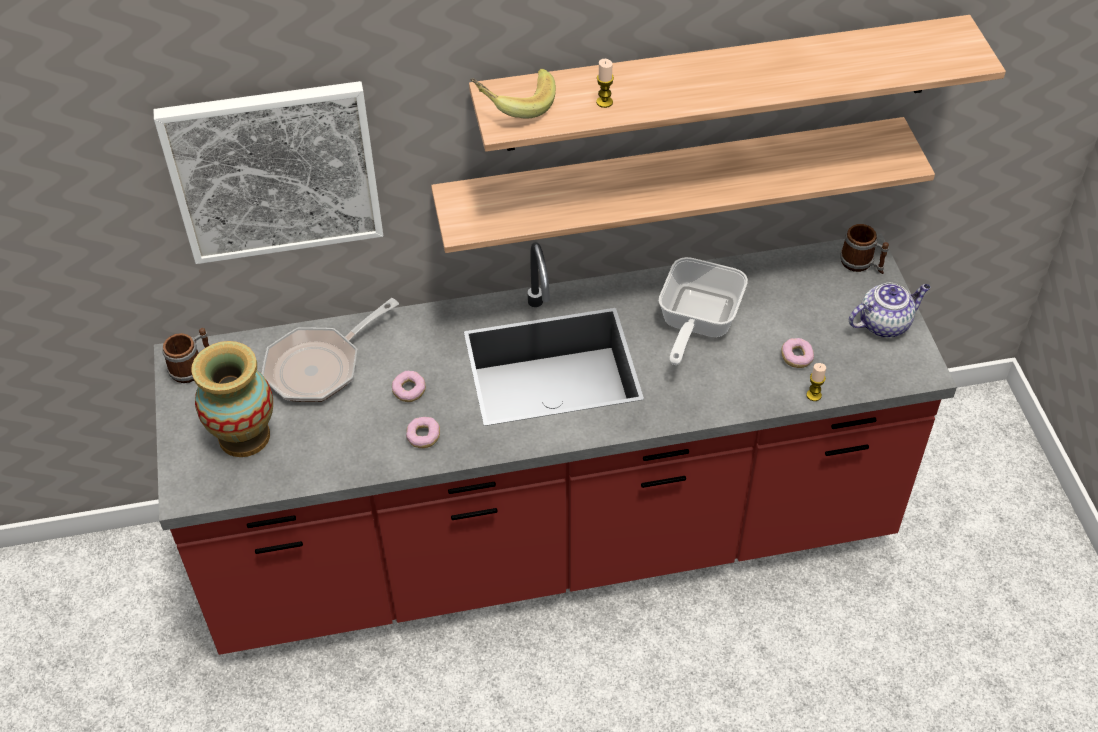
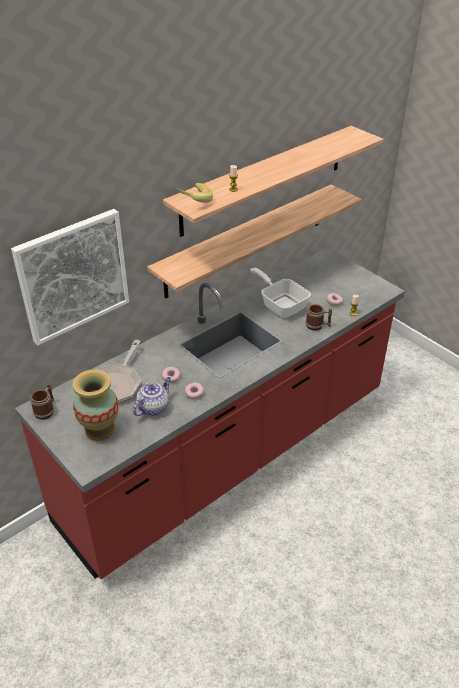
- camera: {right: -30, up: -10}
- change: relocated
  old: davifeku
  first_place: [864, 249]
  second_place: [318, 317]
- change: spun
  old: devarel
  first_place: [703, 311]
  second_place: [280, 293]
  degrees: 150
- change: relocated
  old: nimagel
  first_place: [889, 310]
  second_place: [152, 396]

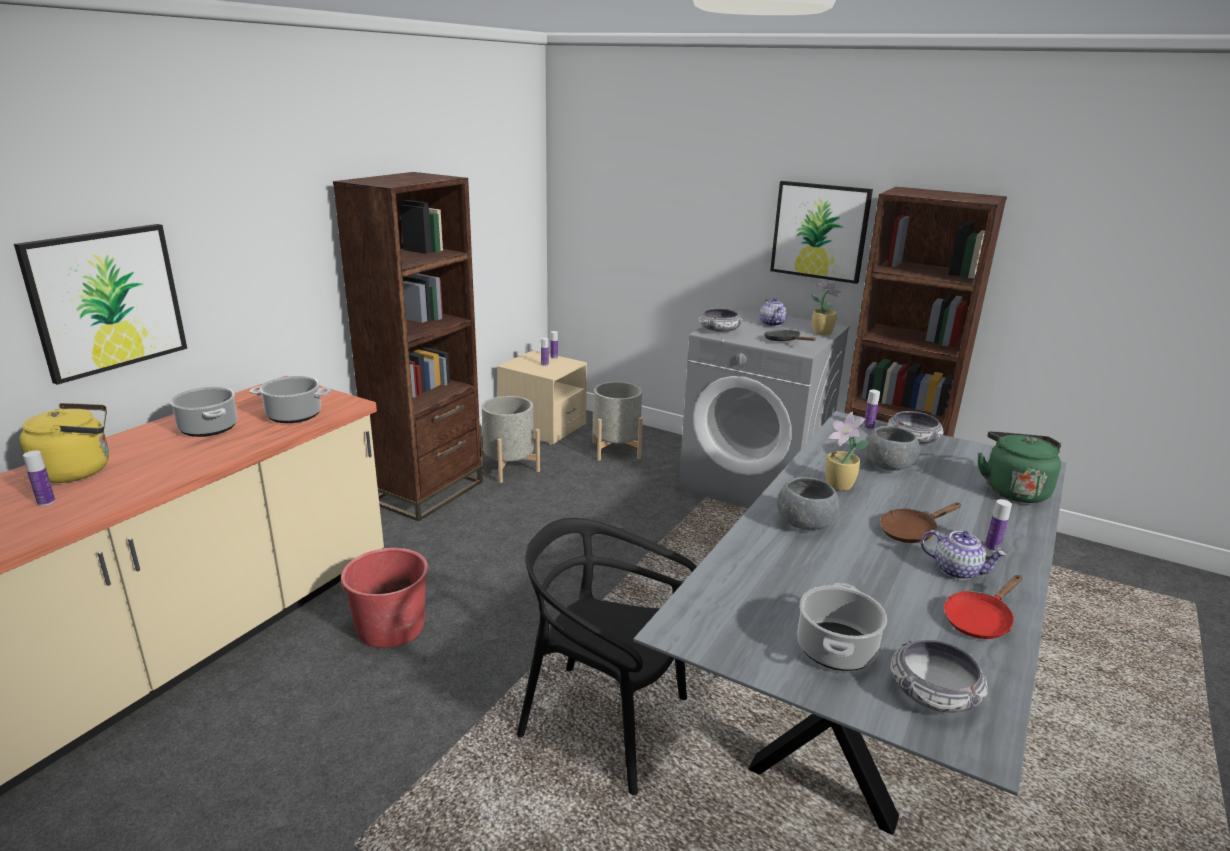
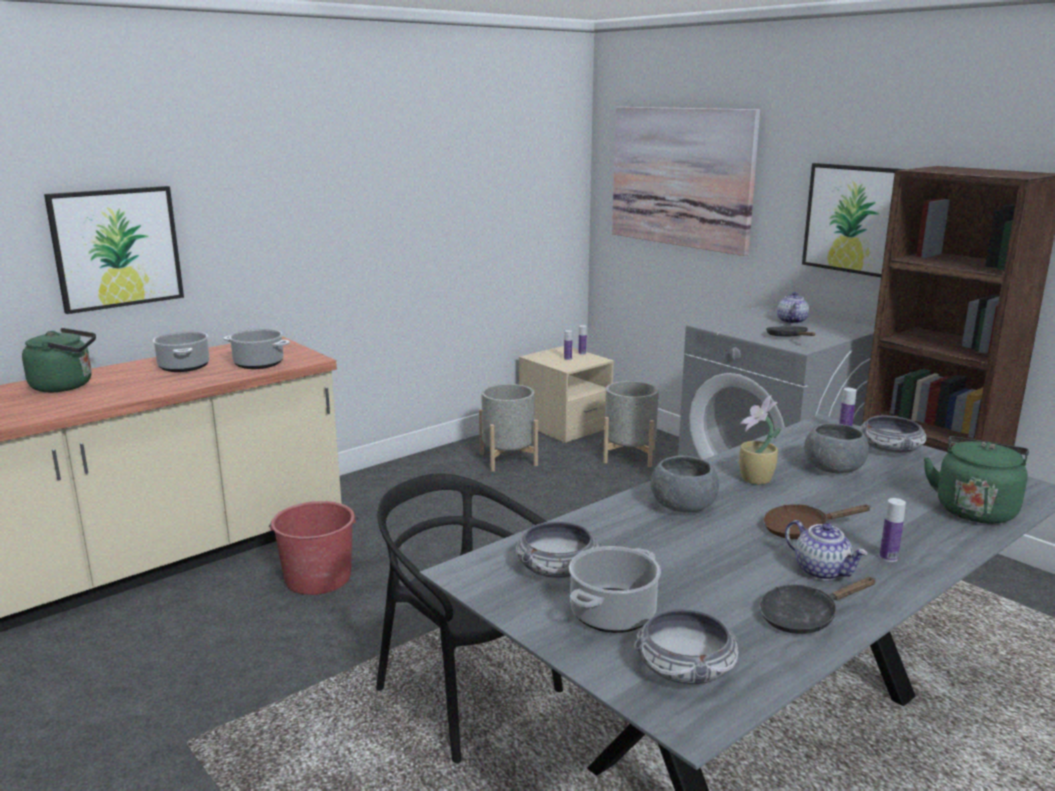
- camera: {right: 20, up: -5}
- change: missing
  old: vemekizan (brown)
  first_place: [408, 346]
- change: missing
  old: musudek
  first_place: [826, 307]
- change: relocated
  old: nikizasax
  first_place: [720, 320]
  second_place: [557, 550]
- change: colour
  old: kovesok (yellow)
  new: kovesok (green)
  first_place: [64, 443]
  second_place: [59, 360]
- change: missing
  old: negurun
  first_place: [39, 478]
- change: colour
  old: devarel (red)
  new: devarel (black)
  first_place: [983, 607]
  second_place: [817, 605]
- change: appeared
  new: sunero
  second_place: [686, 181]

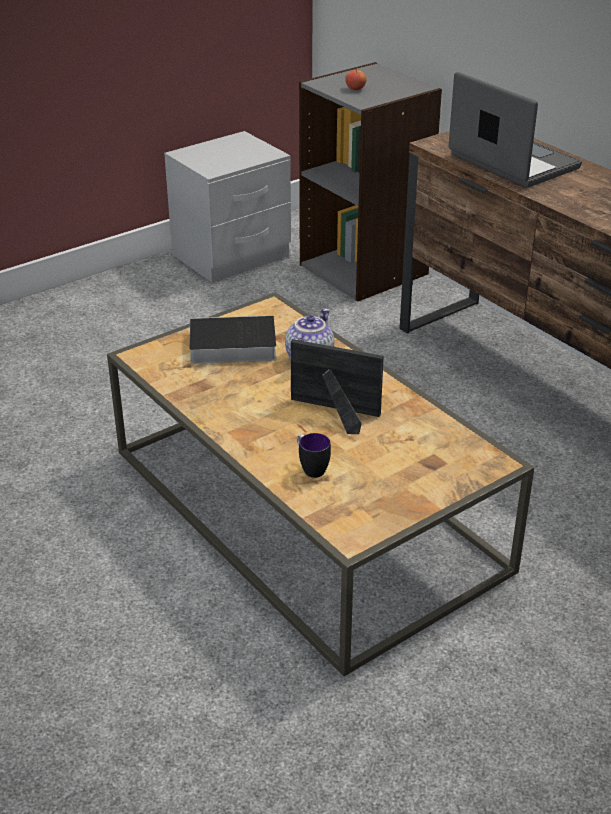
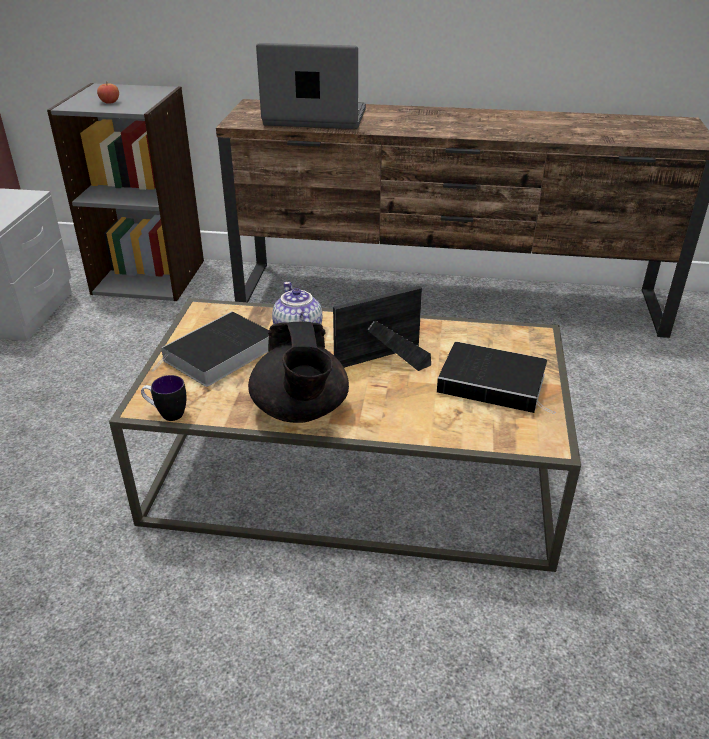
- camera: {right: -45, up: 0}
- change: relocated
  old: davifeku
  first_place: [314, 455]
  second_place: [163, 398]
- change: appeared
  new: nimagel (black)
  second_place: [298, 372]
- change: appeared
  new: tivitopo
  second_place: [496, 378]

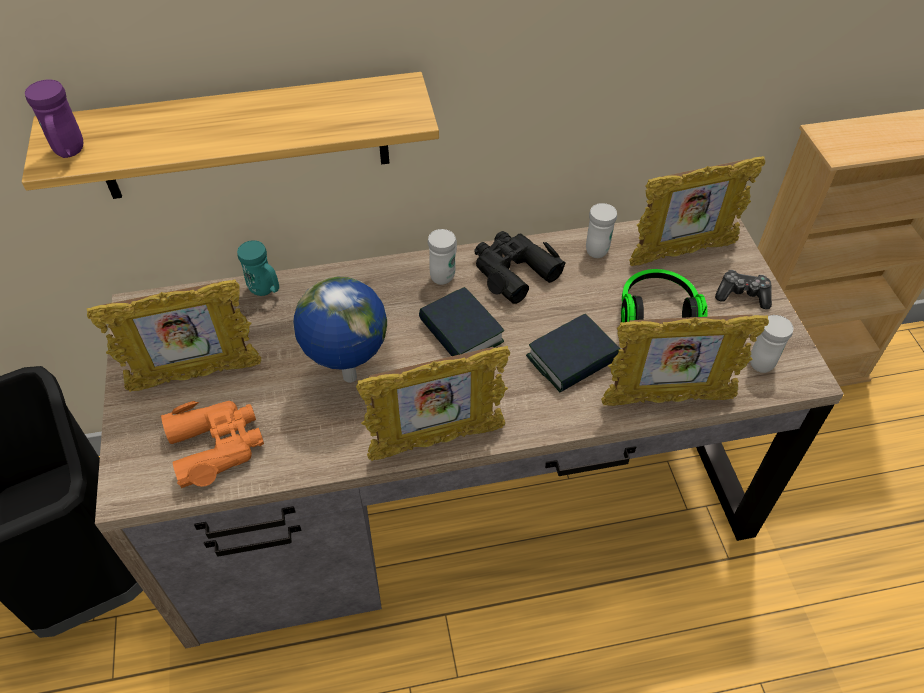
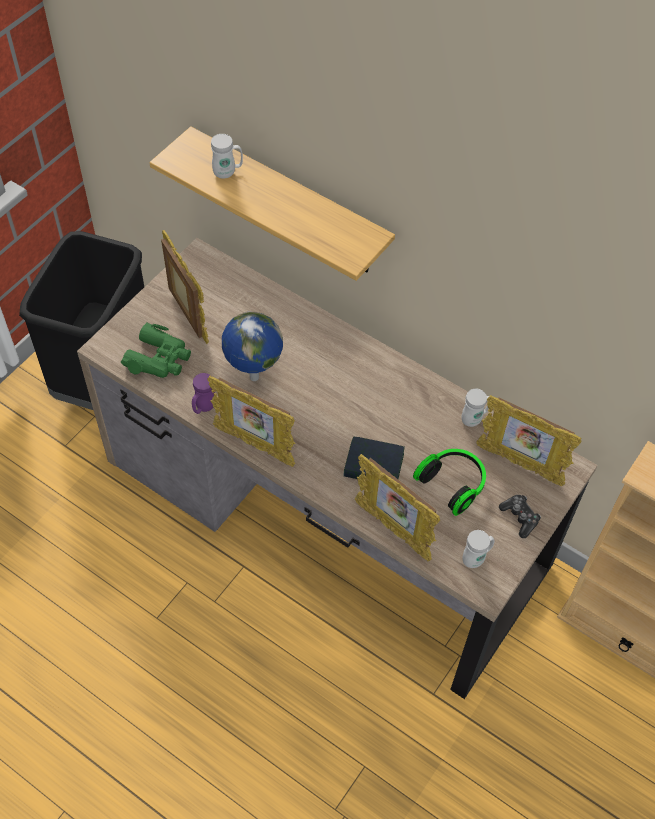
- camera: {right: 45, up: 5}
- change: relocated
  old: davifeku (purple)
  first_place: [54, 119]
  second_place: [203, 393]
- change: relocated
  old: davifeku (white)
  first_place: [442, 257]
  second_place: [227, 156]
- change: missing
  old: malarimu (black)
  first_place: [519, 267]
- change: missing
  old: davifeku (turquoise)
  first_place: [258, 268]
- change: spun
  old: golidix
  first_place: [174, 336]
  second_place: [185, 287]
  degrees: -150
- change: missing
  old: tivitopo
  first_place: [461, 321]
- change: colour
  old: malarimu (orange)
  new: malarimu (green)
  first_place: [212, 444]
  second_place: [156, 350]

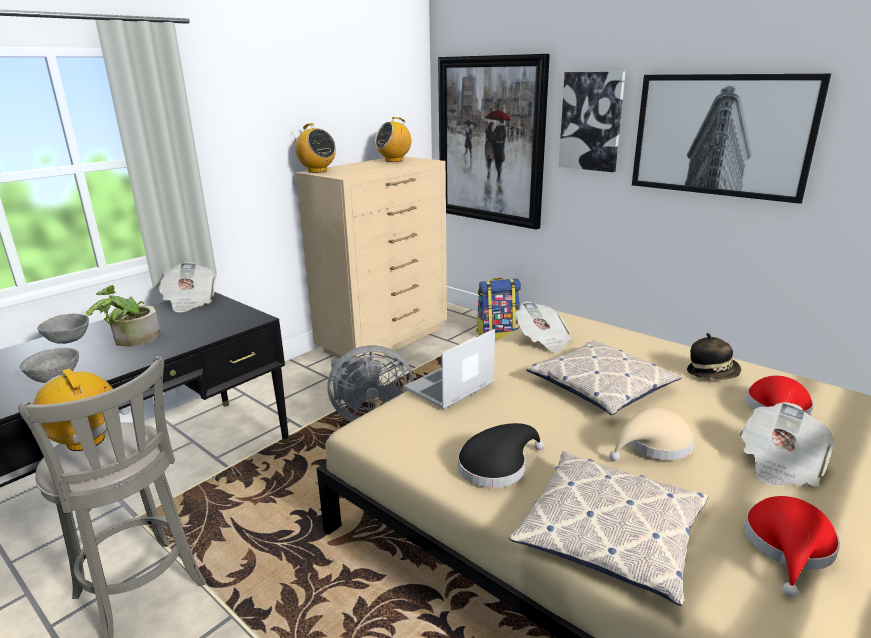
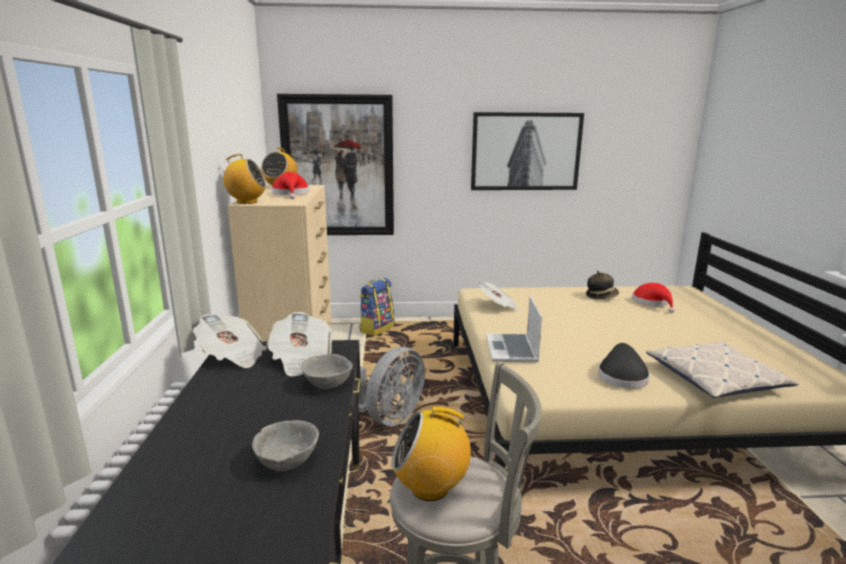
- camera: {right: -45, up: -5}
- change: missing
  old: sunero
  first_place: [592, 122]
- change: missing
  old: musudek
  first_place: [123, 316]
- change: relocated
  old: nikizasax (grey)
  first_place: [63, 328]
  second_place: [327, 371]
- change: missing
  old: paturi
  first_place: [604, 378]
- change: relocated
  old: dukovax
  first_place: [787, 444]
  second_place: [300, 344]
- change: missing
  old: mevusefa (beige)
  first_place: [652, 434]
- change: relocated
  old: mevusefa (red)
  first_place: [792, 547]
  second_place: [290, 185]

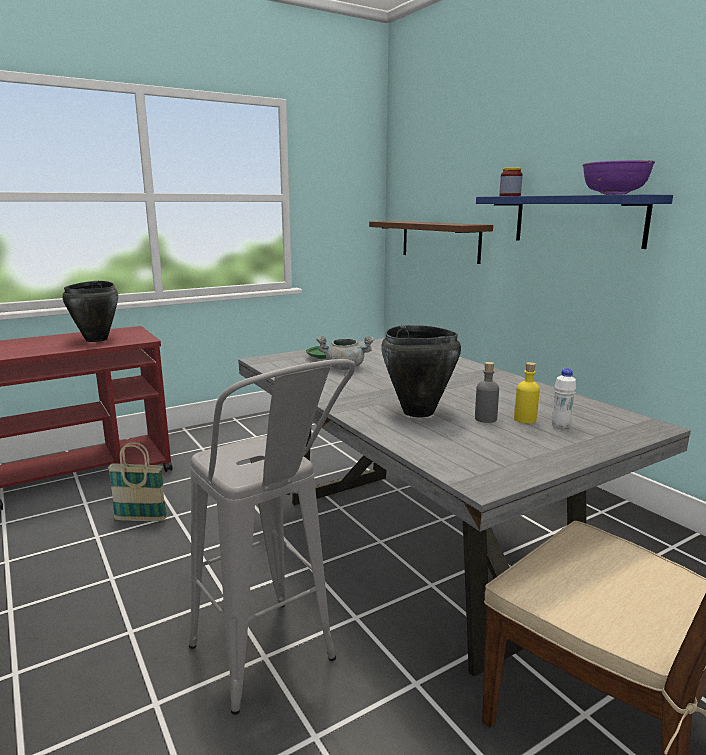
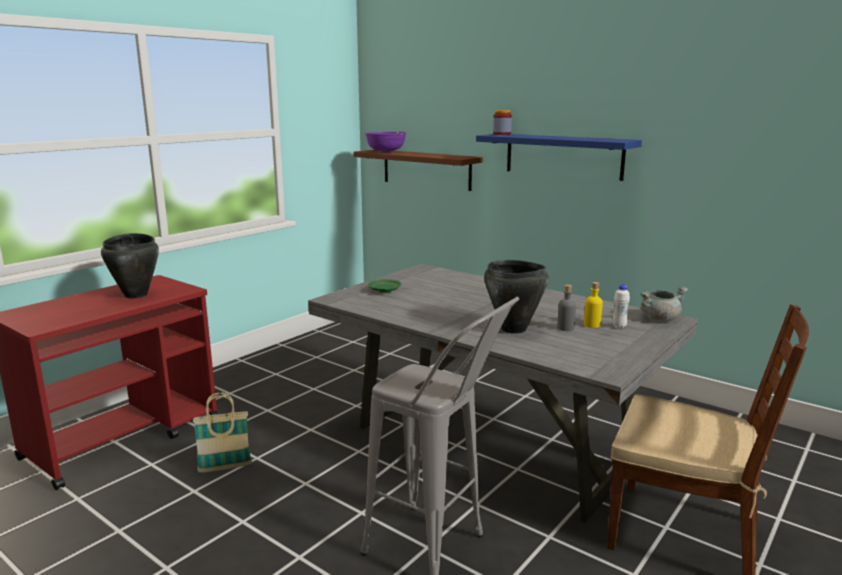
- camera: {right: -20, up: 0}
- change: relocated
  old: nikizasax (purple)
  first_place: [619, 177]
  second_place: [385, 142]
- change: relocated
  old: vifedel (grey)
  first_place: [345, 353]
  second_place: [664, 304]

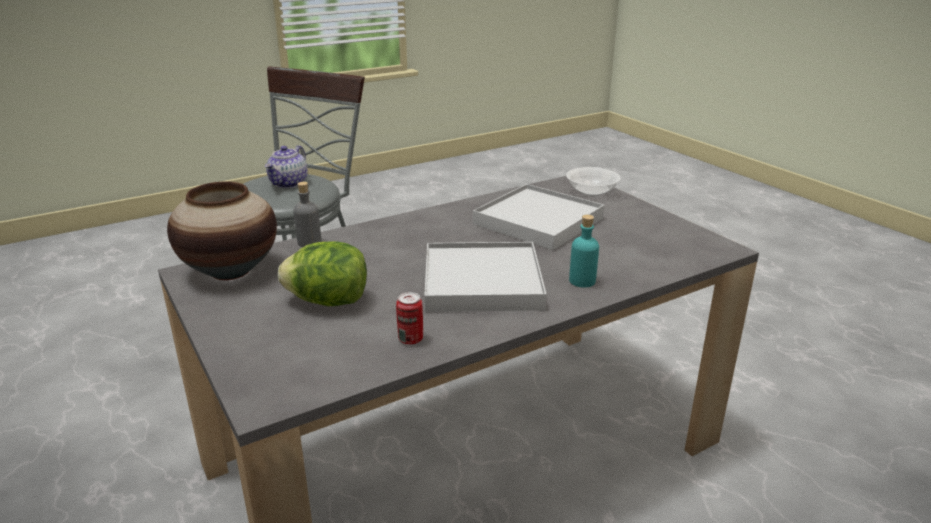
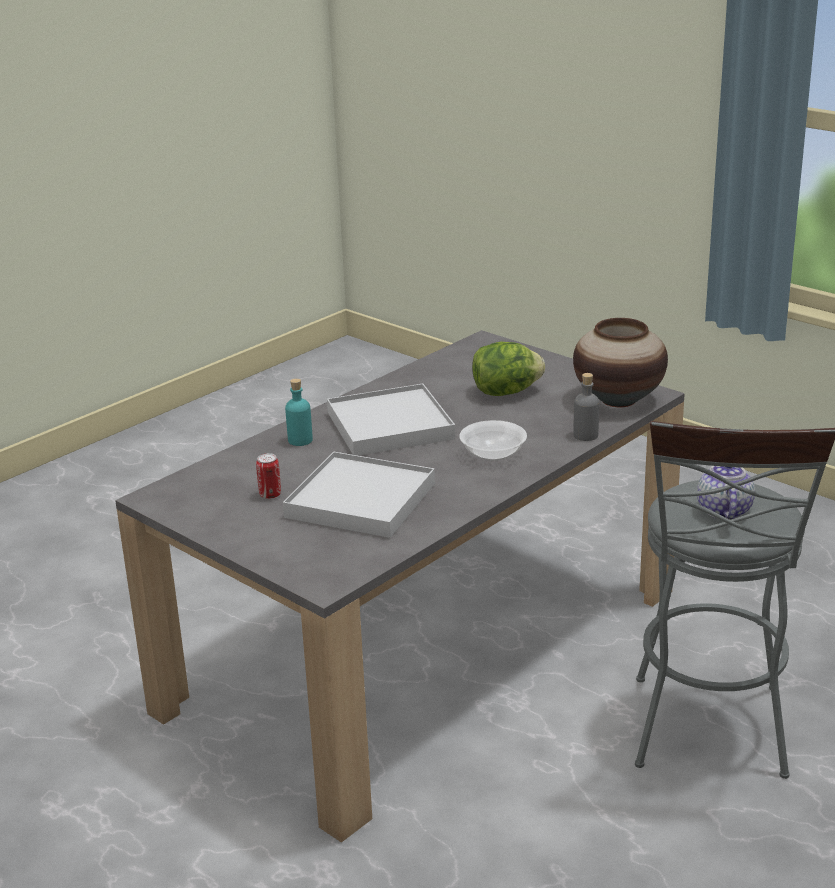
- camera: {right: 165, up: 0}
- change: relocated
  old: nikizasax
  first_place: [593, 181]
  second_place: [493, 440]
- change: relocated
  old: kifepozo
  first_place: [409, 318]
  second_place: [268, 476]

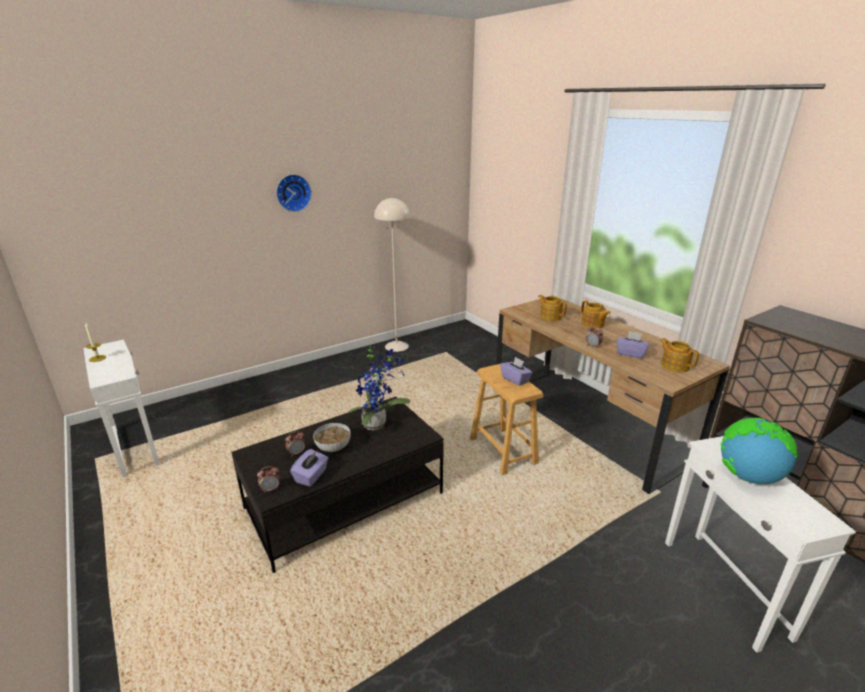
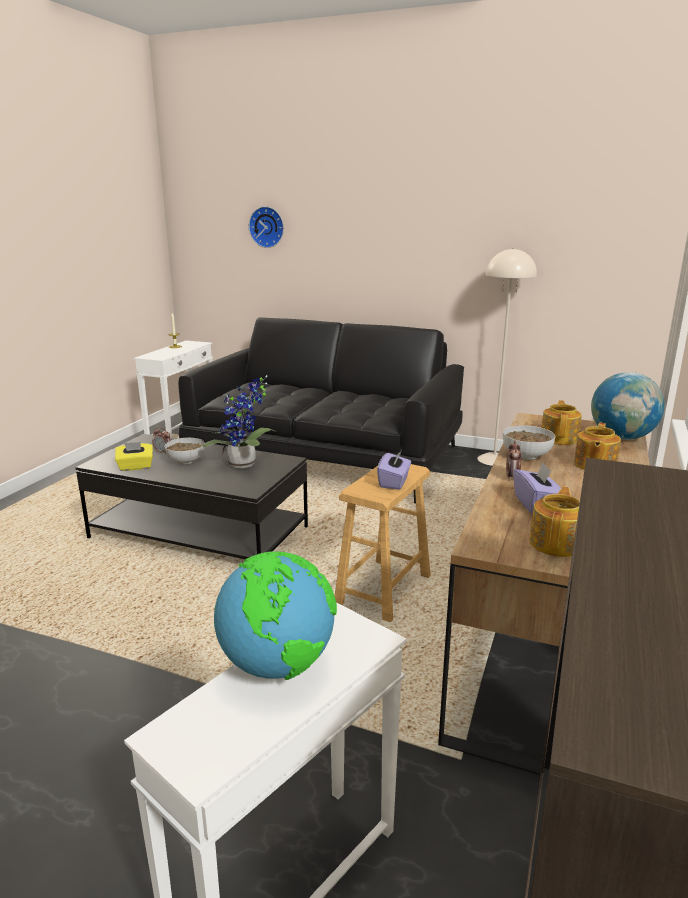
- camera: {right: 55, up: -5}
- change: relocated
  old: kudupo
  first_place: [294, 193]
  second_place: [266, 227]
- change: colour
  old: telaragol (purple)
  new: telaragol (yellow)
  first_place: [309, 467]
  second_place: [134, 456]
- change: missing
  old: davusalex
  first_place: [268, 479]
- change: appeared
  new: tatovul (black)
  second_place: [321, 410]
- change: appeared
  new: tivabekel
  second_place: [628, 406]
- change: appeared
  new: nikizasax
  second_place: [529, 442]

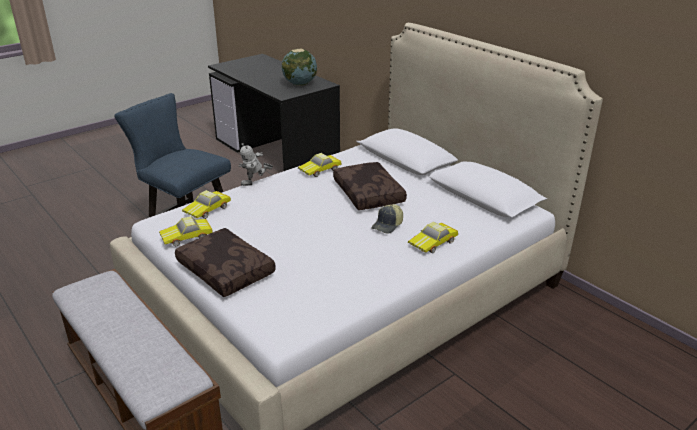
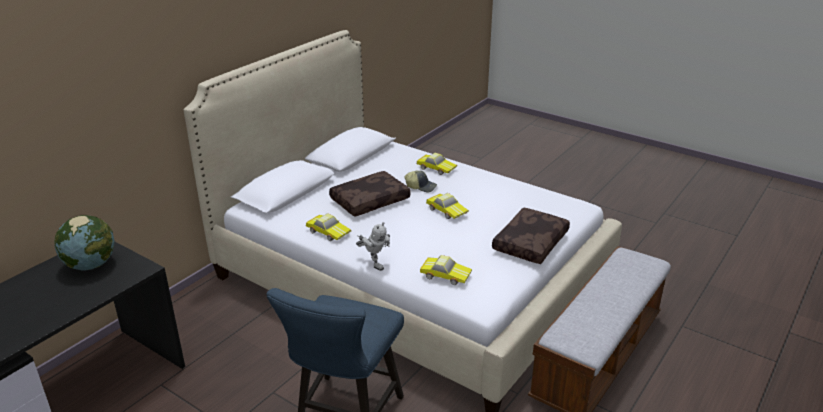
- camera: {right: -105, up: 0}
- change: relocated
  old: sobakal
  first_place: [186, 231]
  second_place: [447, 206]

